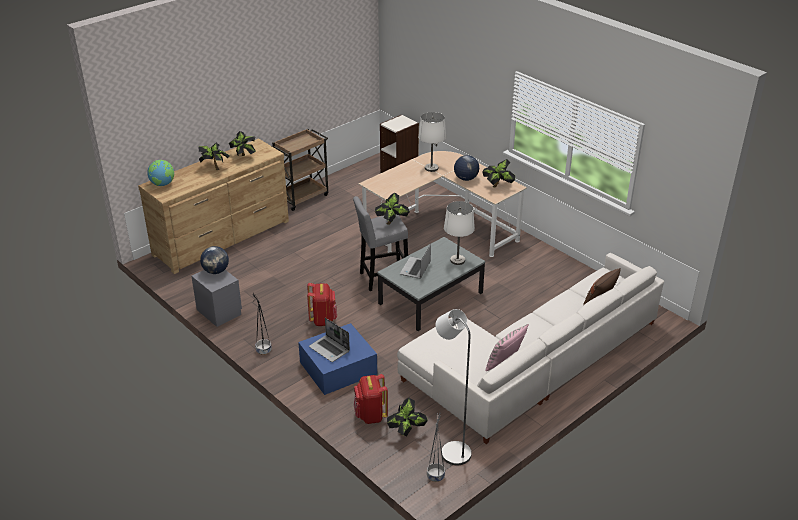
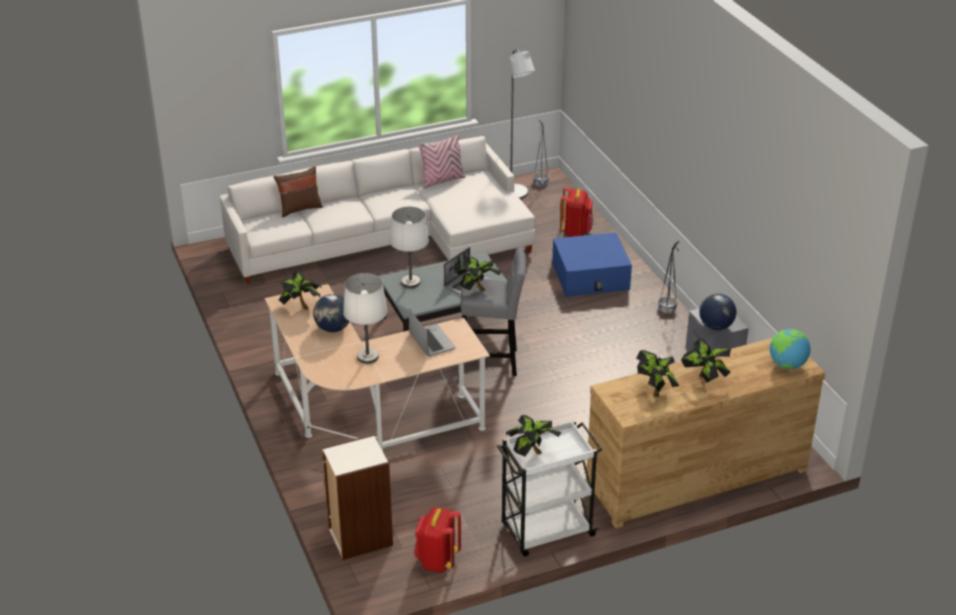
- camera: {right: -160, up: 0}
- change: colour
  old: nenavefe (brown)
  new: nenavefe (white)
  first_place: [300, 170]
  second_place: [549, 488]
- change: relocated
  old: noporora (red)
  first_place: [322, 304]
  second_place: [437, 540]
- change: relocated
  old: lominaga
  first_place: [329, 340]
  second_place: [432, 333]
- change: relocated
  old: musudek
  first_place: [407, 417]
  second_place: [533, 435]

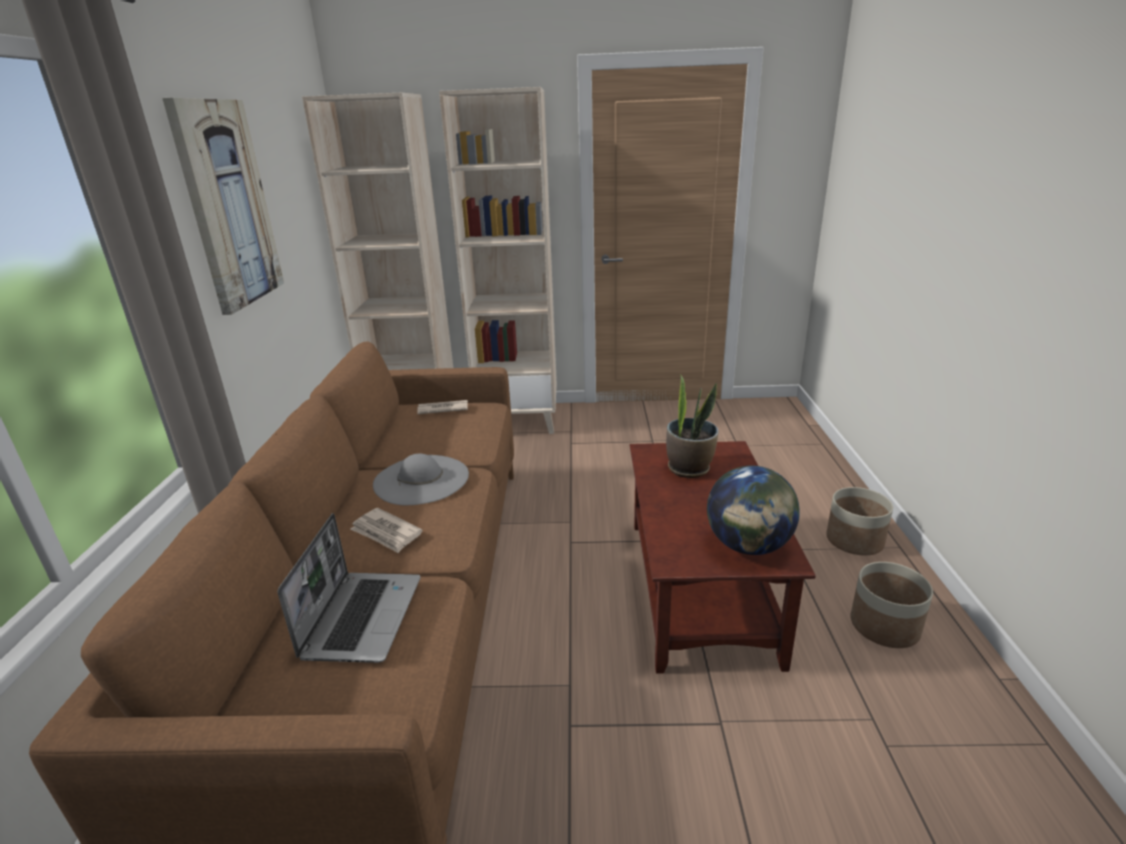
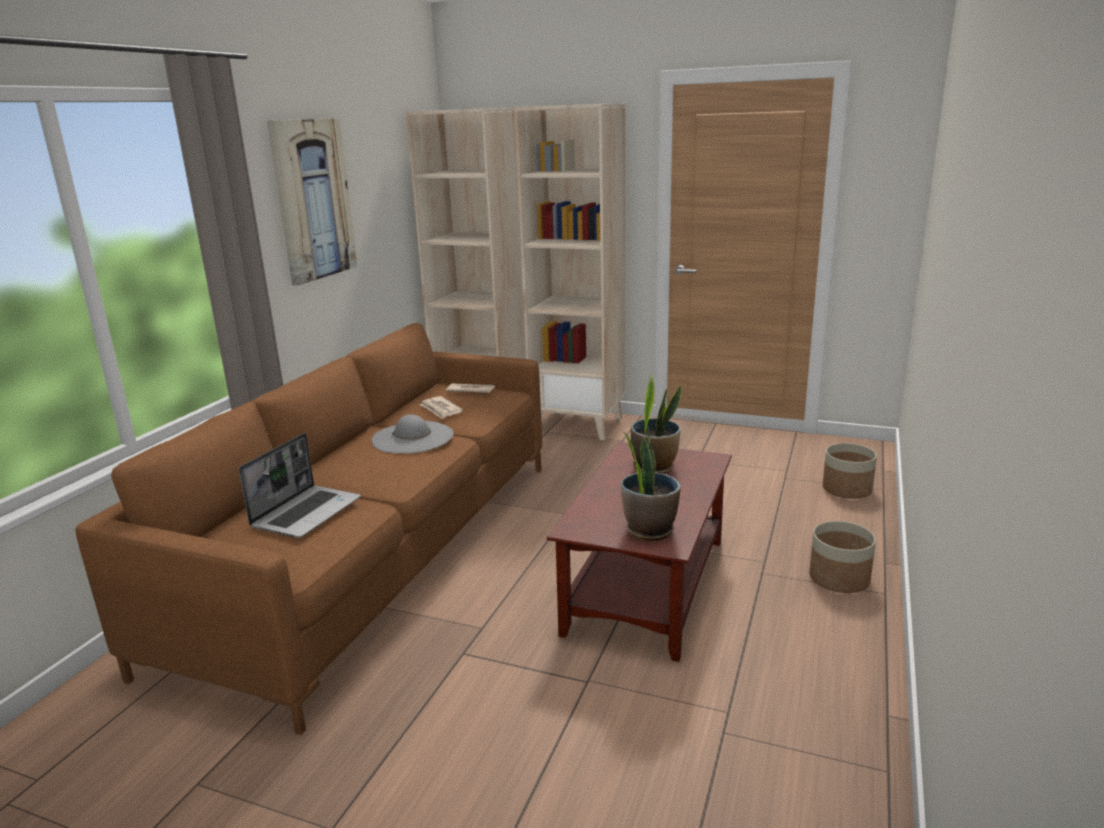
- camera: {right: 20, up: -5}
- change: exchanged
  old: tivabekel
  new: musudek
  first_place: [753, 510]
  second_place: [651, 484]
- change: relocated
  old: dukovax
  first_place: [386, 530]
  second_place: [441, 407]
- change: relocated
  old: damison
  first_place: [891, 605]
  second_place: [850, 471]

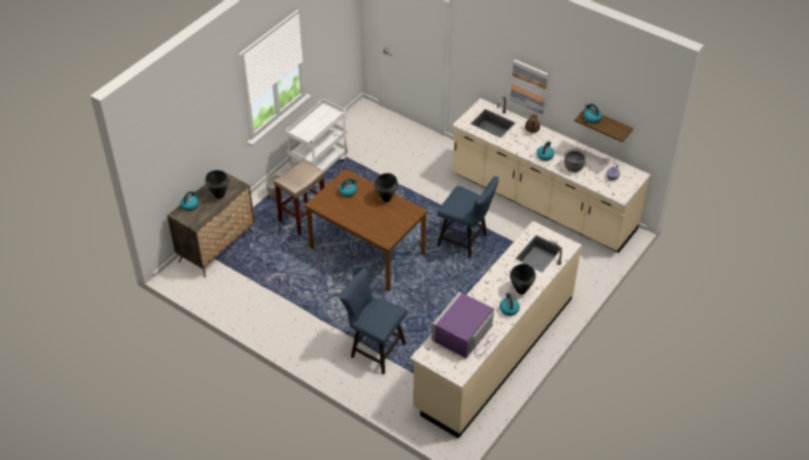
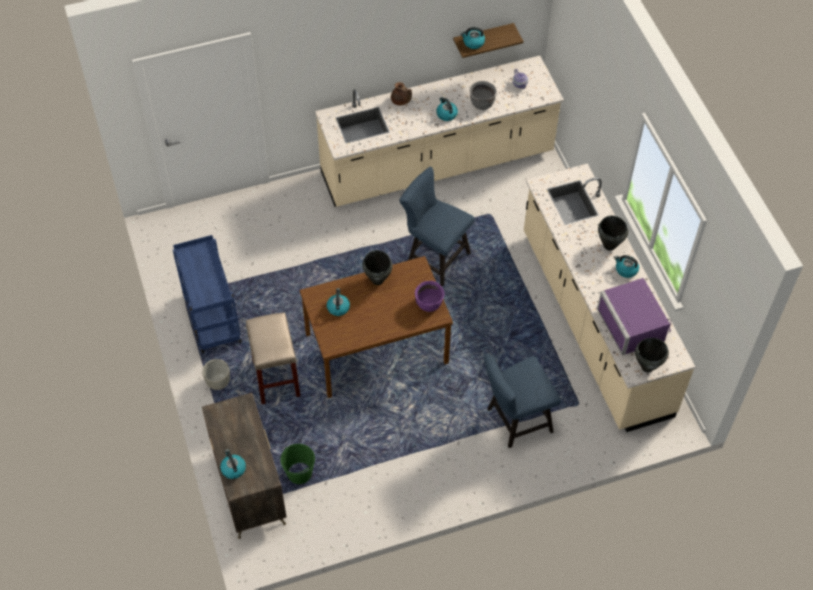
- camera: {right: -55, up: 10}
- change: missing
  old: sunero
  first_place: [529, 86]
- change: colour
  old: nenavefe (white)
  new: nenavefe (blue)
  first_place: [316, 143]
  second_place: [207, 294]
- change: relocated
  old: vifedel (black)
  first_place: [217, 184]
  second_place: [652, 355]
- change: spun
  old: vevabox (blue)
  first_place: [468, 217]
  second_place: [436, 227]
  degrees: -120
- change: appeared
  new: vifedel (purple)
  second_place: [429, 296]
- change: appeared
  new: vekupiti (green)
  second_place: [297, 464]

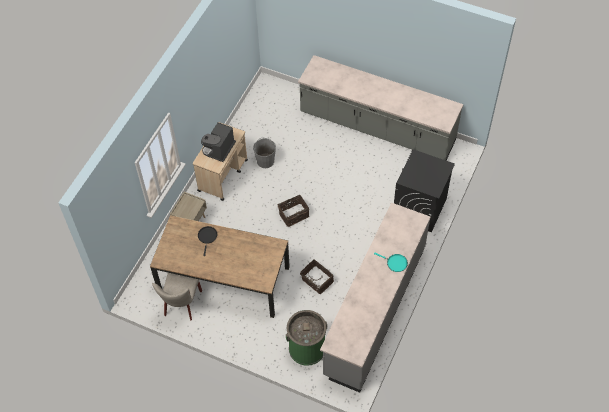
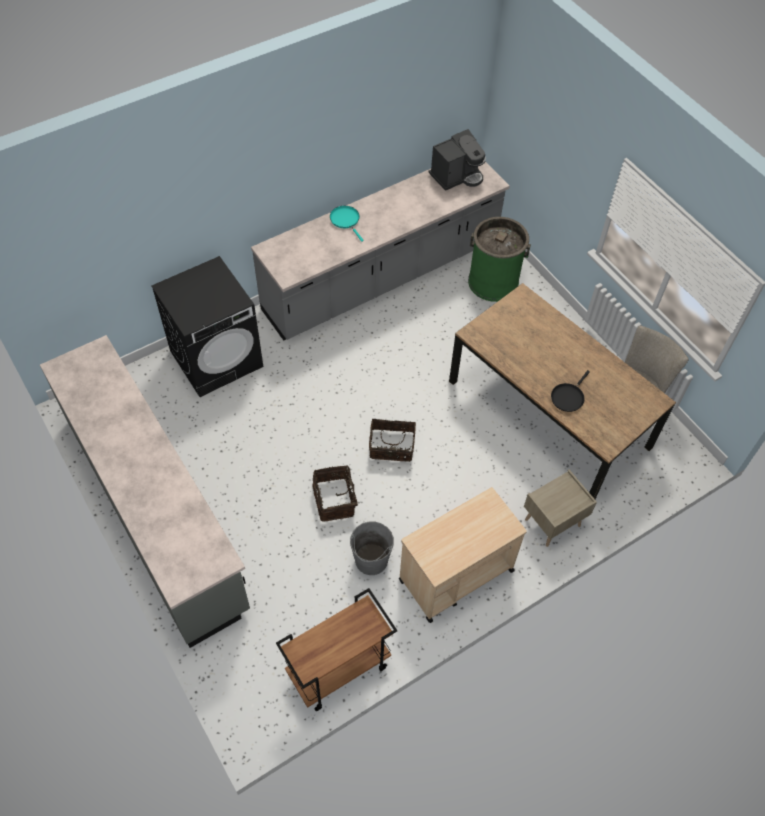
- camera: {right: -150, up: 0}
- change: relocated
  old: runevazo
  first_place: [218, 142]
  second_place: [457, 160]
- change: relocated
  old: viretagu
  first_place: [317, 277]
  second_place: [335, 493]
- change: appeared
  new: nenavefe (brown)
  second_place: [336, 649]

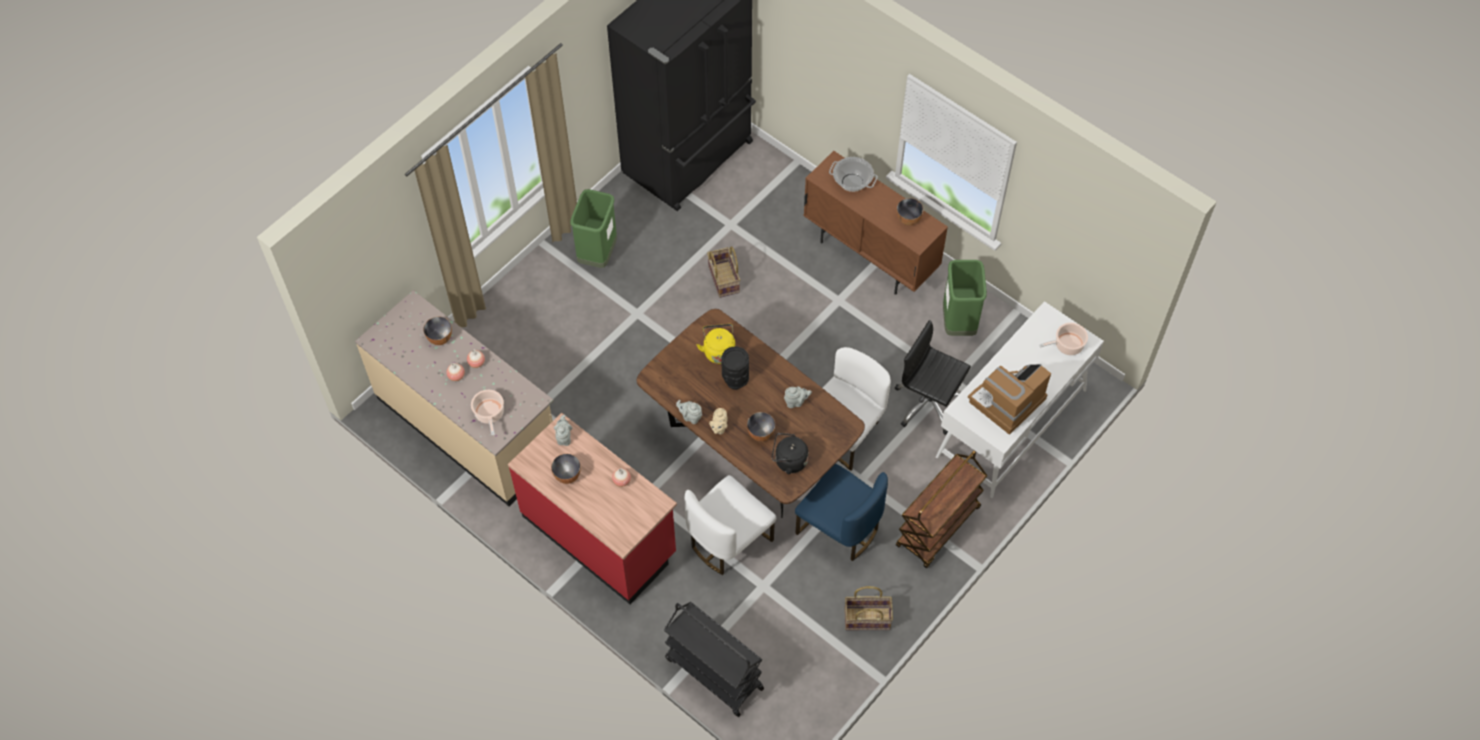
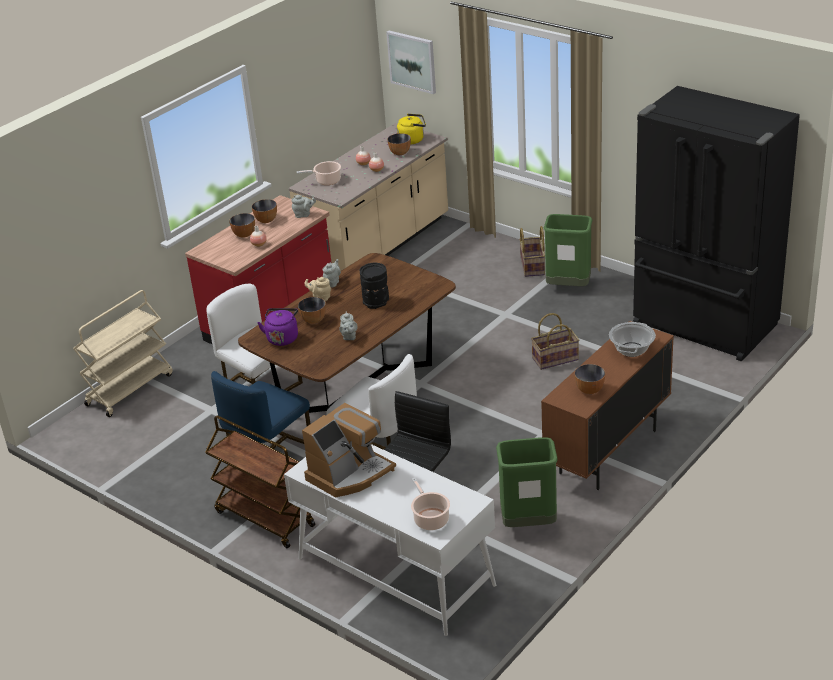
- camera: {right: 90, up: -25}
- change: relocated
  old: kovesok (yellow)
  first_place: [716, 344]
  second_place: [411, 129]
- change: spun
  old: runevazo
  first_place: [1009, 399]
  second_place: [349, 450]
  degrees: 90
- change: colour
  old: kovesok (black)
  new: kovesok (purple)
  first_place: [790, 453]
  second_place: [277, 327]
- change: relocated
  old: viretagu
  first_place: [868, 608]
  second_place: [532, 251]
- change: colour
  old: nenavefe (black)
  new: nenavefe (beige)
  first_place: [714, 659]
  second_place: [123, 353]
- change: appeared
  new: sunero
  second_place: [411, 62]
- change: appeared
  new: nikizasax
  second_place: [242, 225]

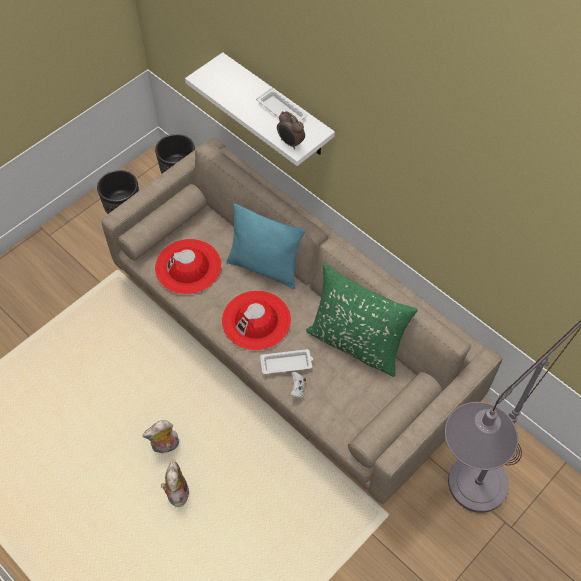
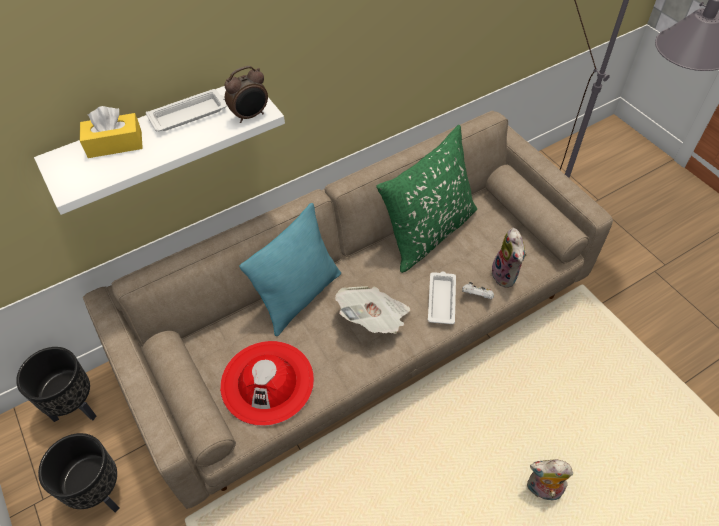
- camera: {right: -75, up: -5}
- change: exchanged
  old: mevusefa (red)
  new: dukovax
  first_place: [256, 320]
  second_place: [372, 309]
- change: relocated
  old: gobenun
  first_place: [160, 437]
  second_place: [509, 258]
- change: appeared
  new: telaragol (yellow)
  second_place: [111, 132]

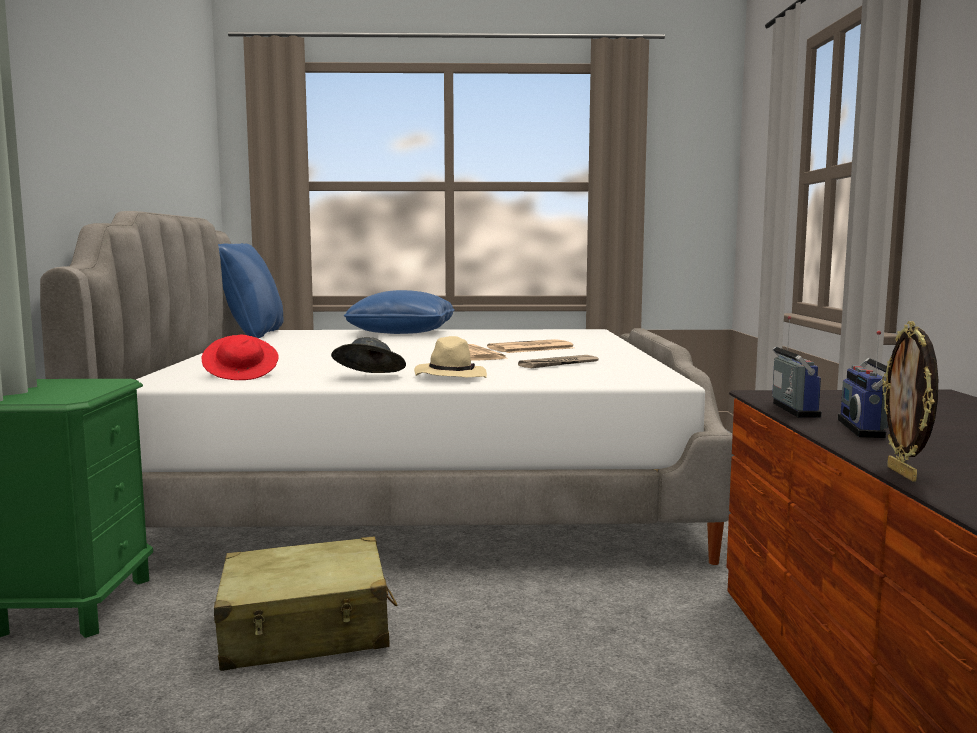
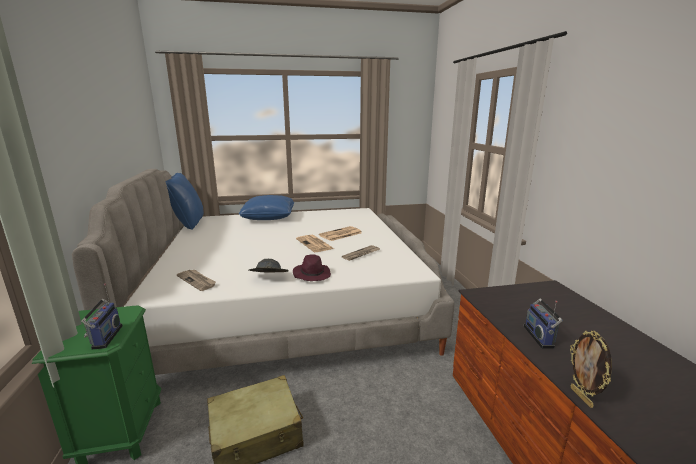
- camera: {right: -10, up: 10}
- change: relocated
  old: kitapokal
  first_place: [796, 367]
  second_place: [102, 316]
- change: exchanged
  old: mevusefa (red)
  new: dukovax
  first_place: [240, 357]
  second_place: [196, 280]
- change: colour
  old: mevusefa (beige)
  new: mevusefa (purple)
  first_place: [450, 357]
  second_place: [312, 267]

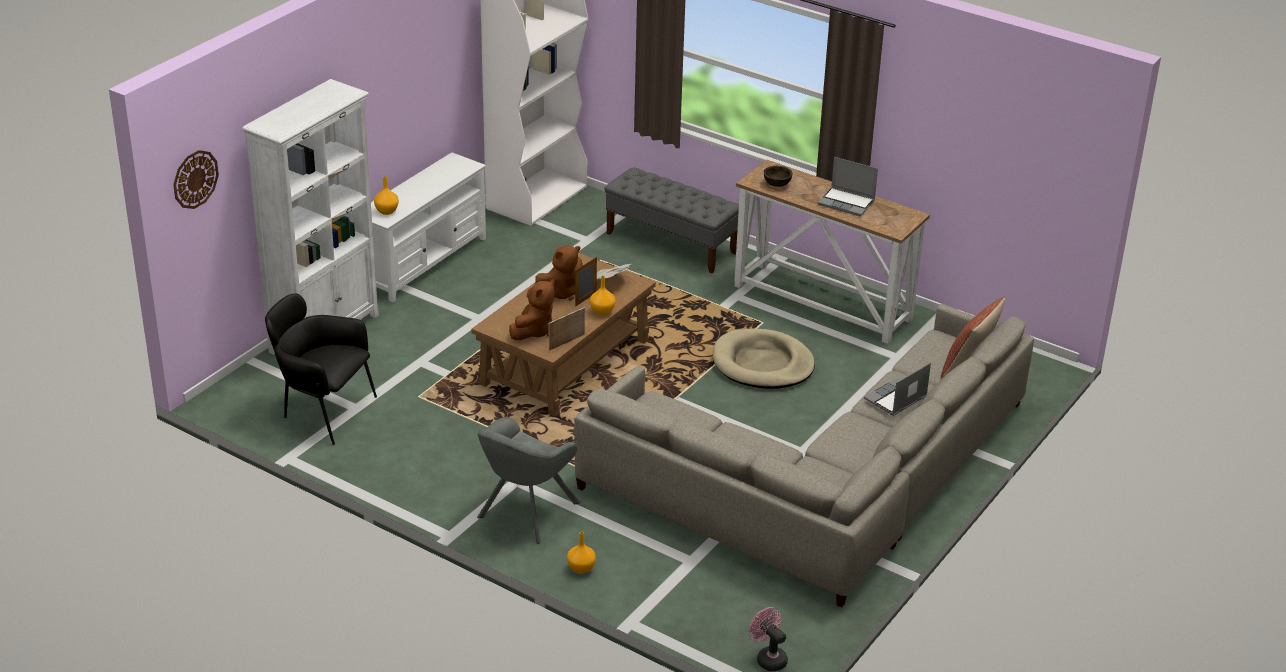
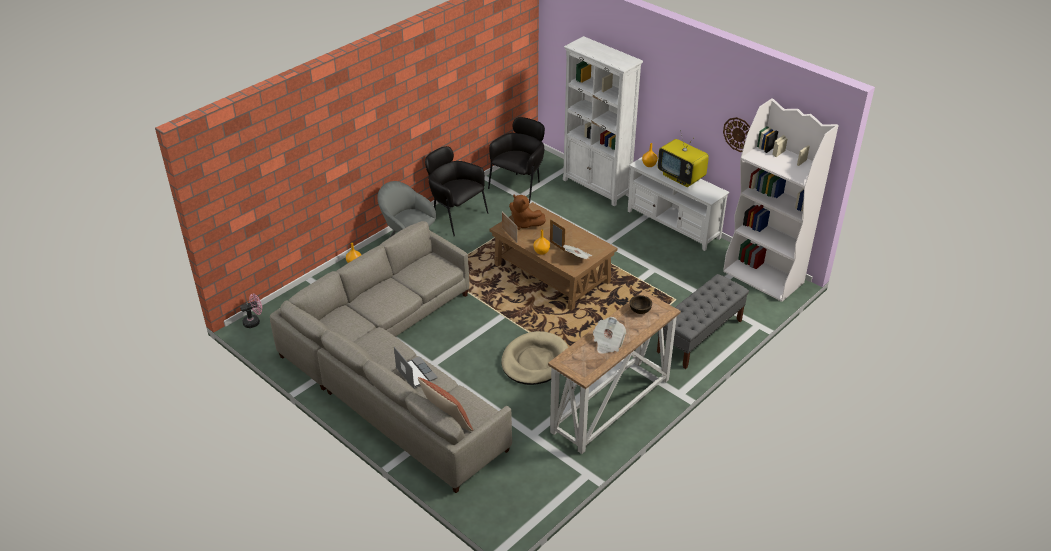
- camera: {right: 100, up: 5}
- change: relocated
  old: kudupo
  first_place: [196, 179]
  second_place: [736, 134]
- change: exchanged
  old: lominaga
  new: dukovax
  first_place: [848, 186]
  second_place: [609, 335]
- change: missing
  old: gobenun (brown)
  first_place: [559, 273]
- change: appeared
  new: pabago
  second_place: [683, 158]
- change: appeared
  new: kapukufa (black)
  second_place: [456, 191]

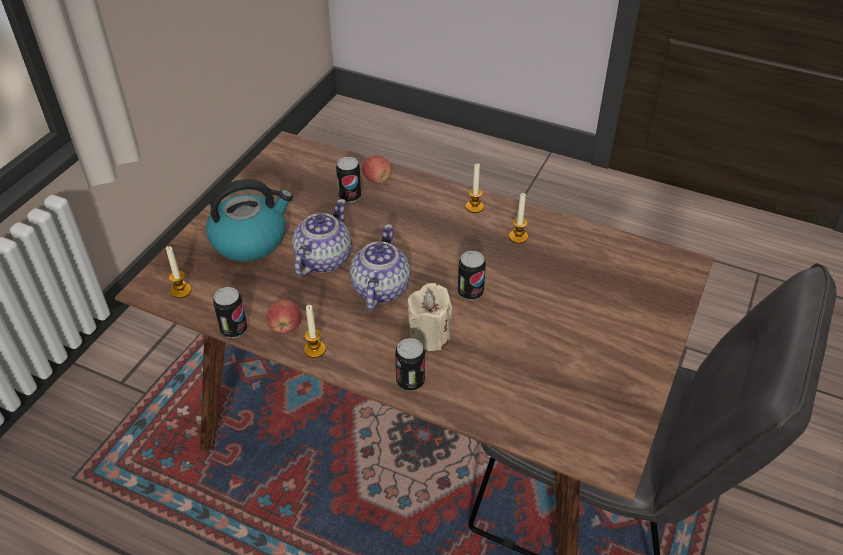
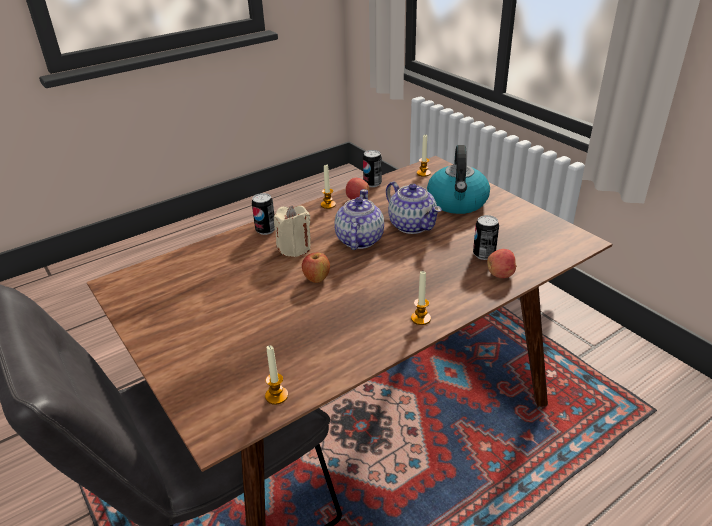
- camera: {right: 120, up: -10}
- change: relocated
  old: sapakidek
  first_place: [518, 218]
  second_place: [276, 375]
- change: spun
  old: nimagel
  first_place: [380, 267]
  second_place: [359, 219]
  degrees: -120
- change: exchanged
  old: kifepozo
  new: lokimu
  first_place: [472, 275]
  second_place: [316, 268]

